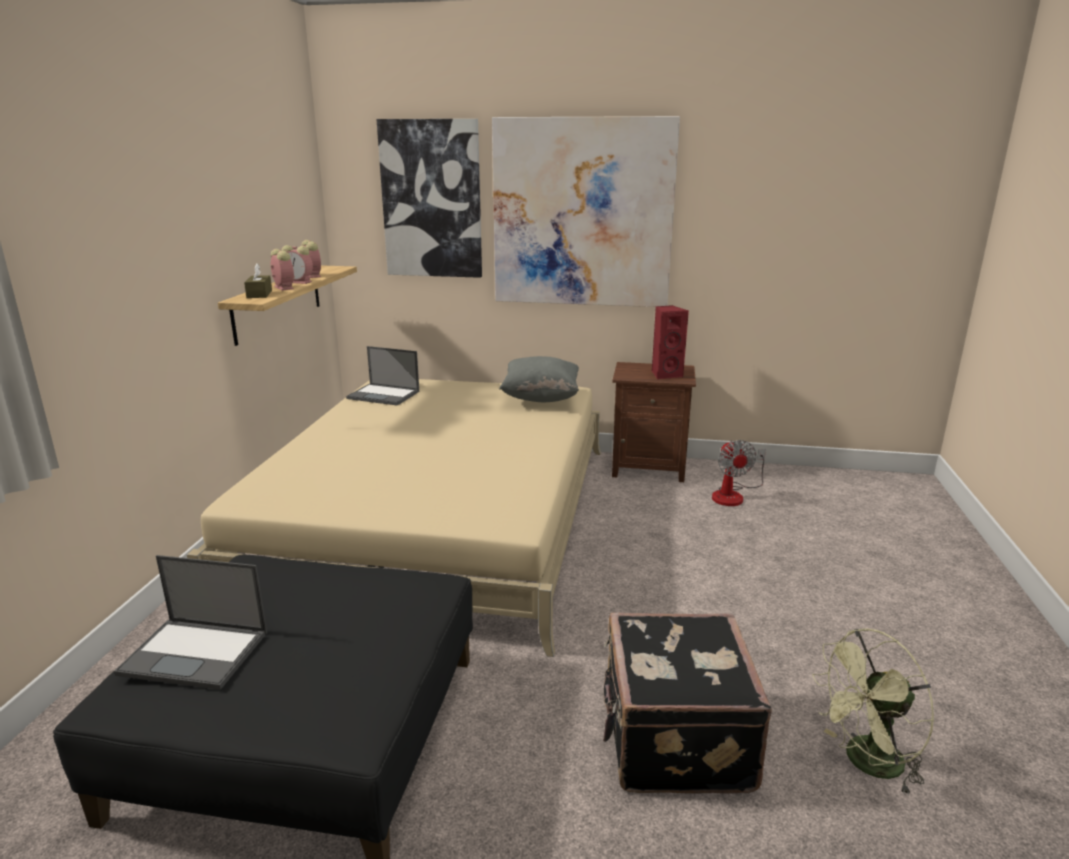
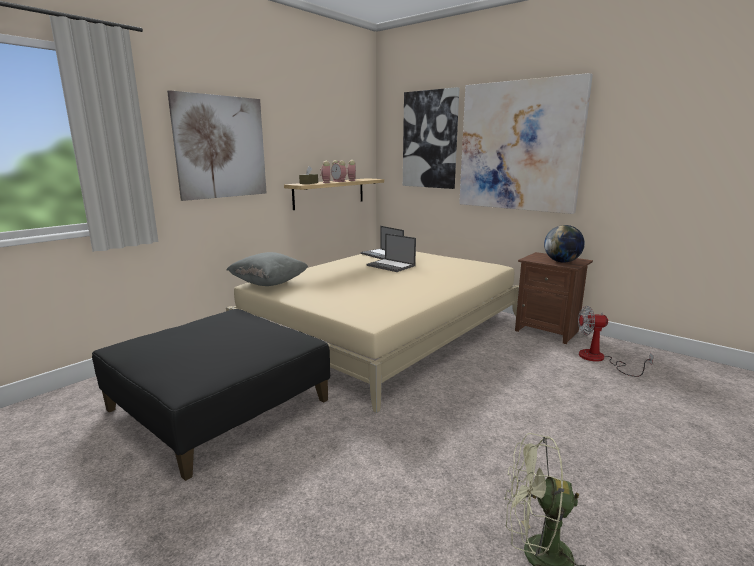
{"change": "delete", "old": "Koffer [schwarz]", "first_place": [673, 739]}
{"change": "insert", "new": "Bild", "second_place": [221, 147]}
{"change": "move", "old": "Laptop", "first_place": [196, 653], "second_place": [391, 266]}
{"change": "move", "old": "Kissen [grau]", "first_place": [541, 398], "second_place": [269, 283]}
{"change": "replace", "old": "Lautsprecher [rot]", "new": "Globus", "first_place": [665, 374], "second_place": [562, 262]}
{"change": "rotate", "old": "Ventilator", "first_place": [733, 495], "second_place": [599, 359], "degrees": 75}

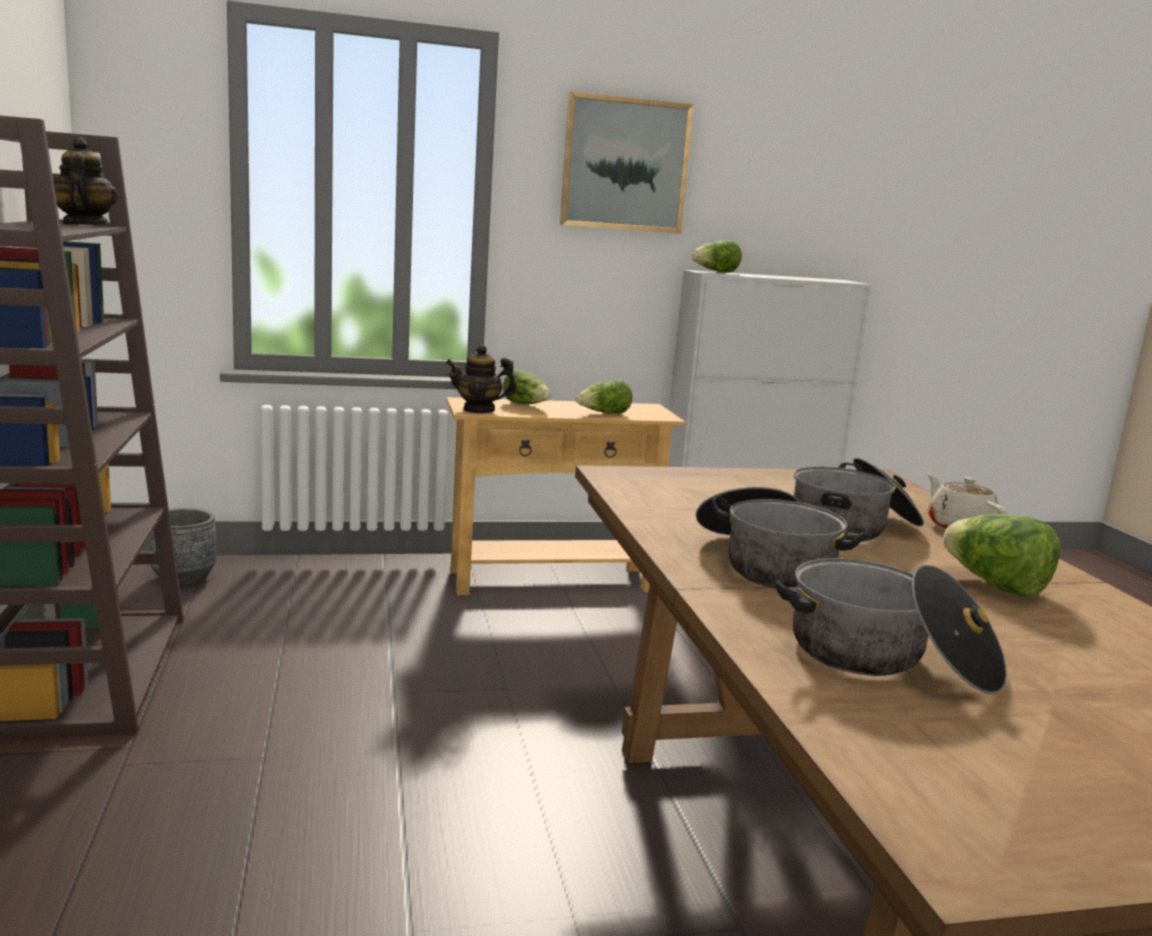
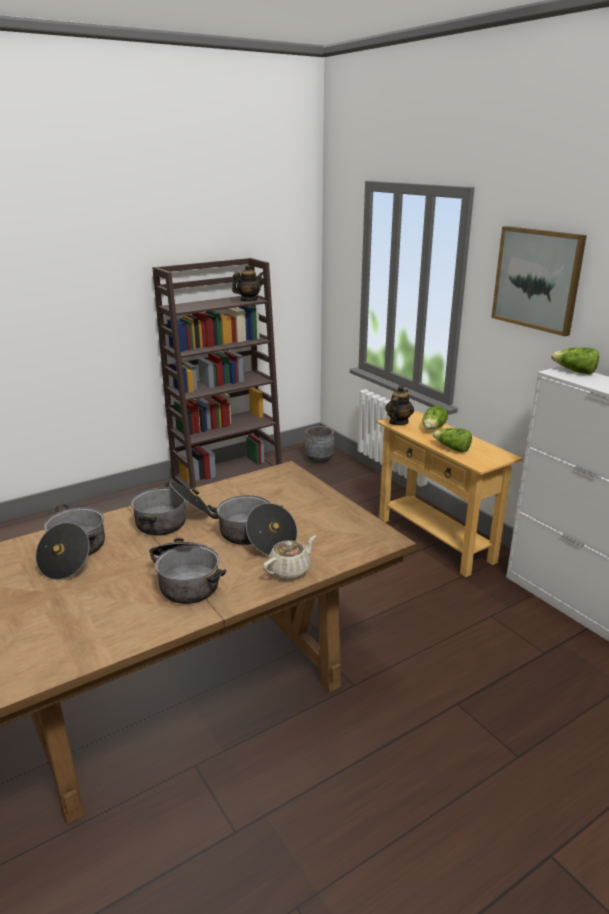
{"change": "replace", "old": "Salatkopf", "new": "Kochtopf", "first_place": [995, 585], "second_place": [186, 581]}
{"change": "rotate", "old": "Teekanne", "first_place": [479, 410], "second_place": [398, 422], "degrees": 45}

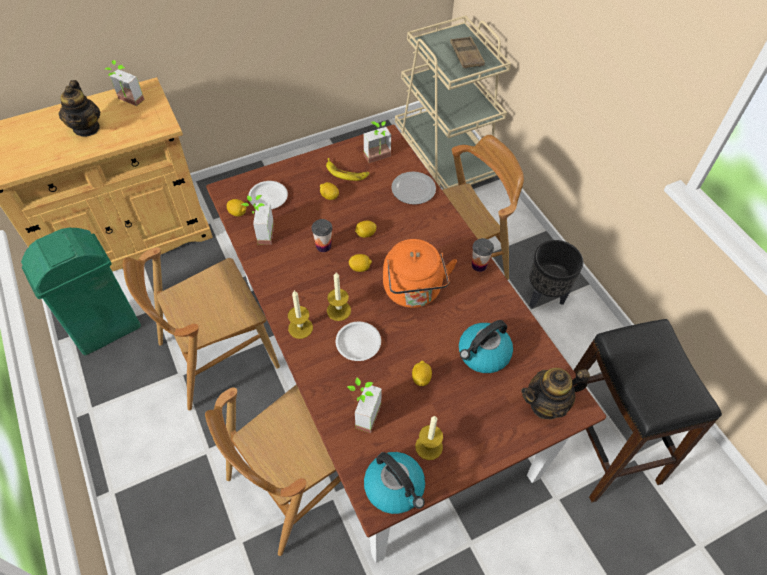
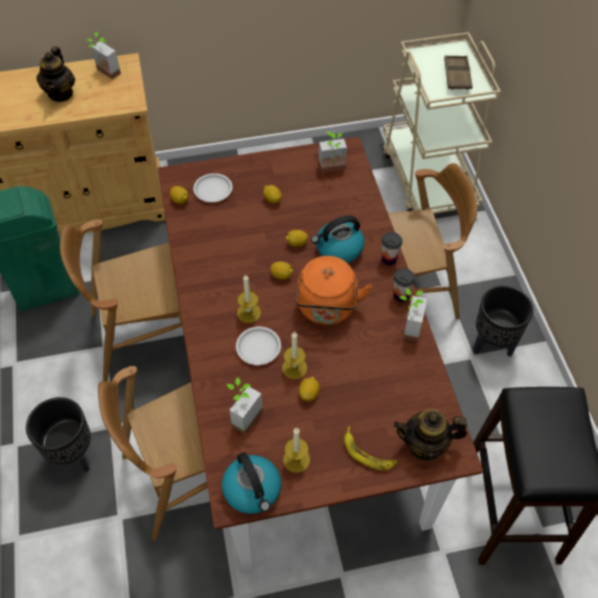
{"change": "delete", "old": "Teller", "first_place": [414, 190]}
{"change": "insert", "new": "Pflanzkübel [schwarz]", "second_place": [73, 455]}
{"change": "move", "old": "Topfpflanze", "first_place": [260, 234], "second_place": [406, 327]}
{"change": "move", "old": "Kerze", "first_place": [300, 328], "second_place": [294, 368]}
{"change": "move", "old": "Tasse", "first_place": [323, 246], "second_place": [389, 259]}
{"change": "move", "old": "Banane", "first_place": [346, 173], "second_place": [368, 453]}
{"change": "move", "old": "Wasserkessel", "first_place": [483, 354], "second_place": [338, 249]}

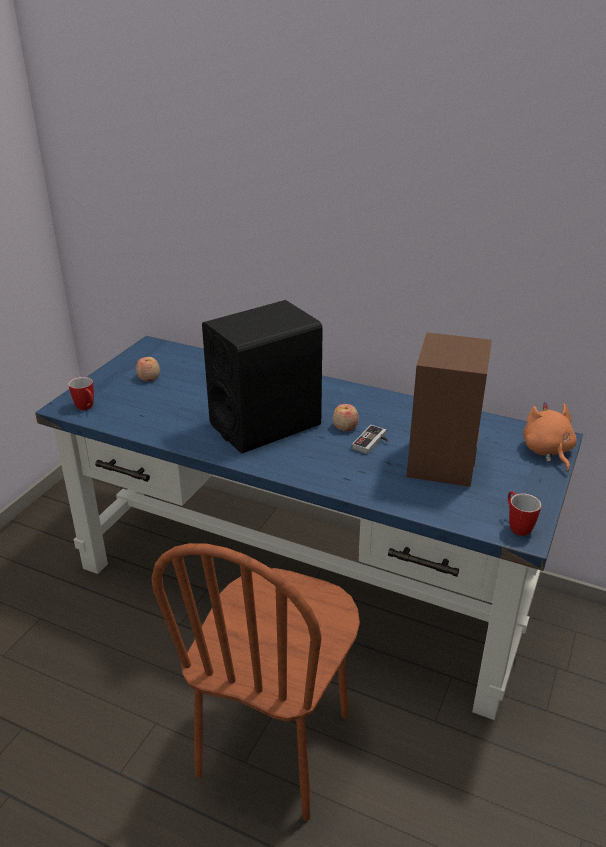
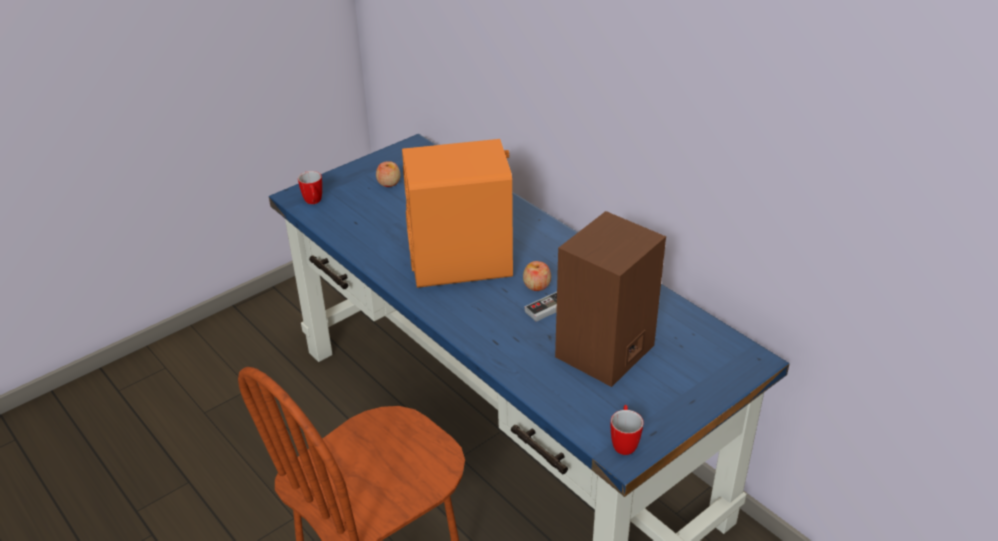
{"change": "delete", "old": "Plüschtier [orange]", "first_place": [547, 451]}
{"change": "recolor", "old": "Lautsprecher [schwarz]", "new": "Lautsprecher [orange]", "first_place": [265, 425], "second_place": [461, 262]}

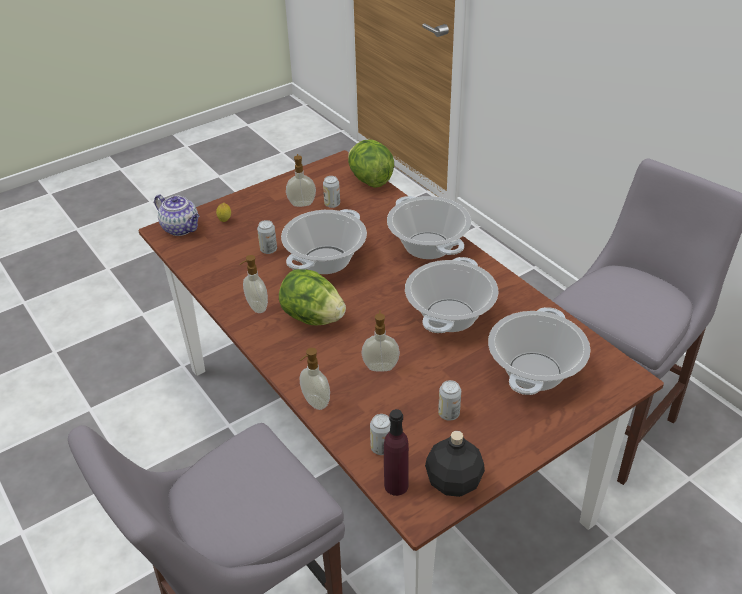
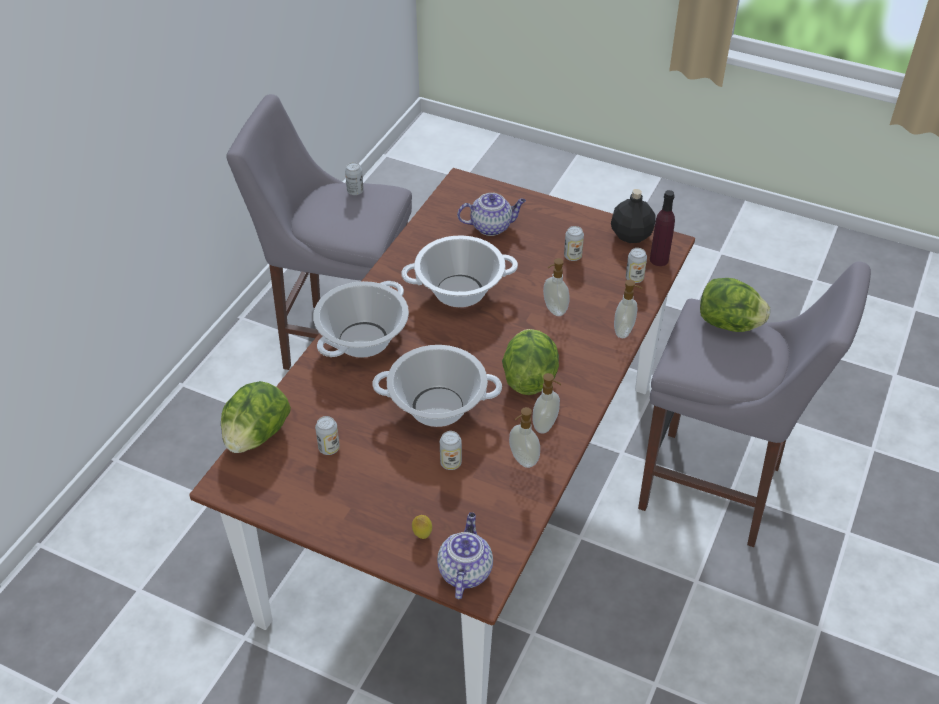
{"change": "insert", "new": "Dose", "second_place": [355, 191]}
{"change": "insert", "new": "Salatkopf", "second_place": [729, 324]}
{"change": "move", "old": "Seifenspender", "first_place": [302, 203], "second_place": [522, 459]}
{"change": "replace", "old": "Kochtopf", "new": "Teekanne", "first_place": [535, 372], "second_place": [492, 226]}

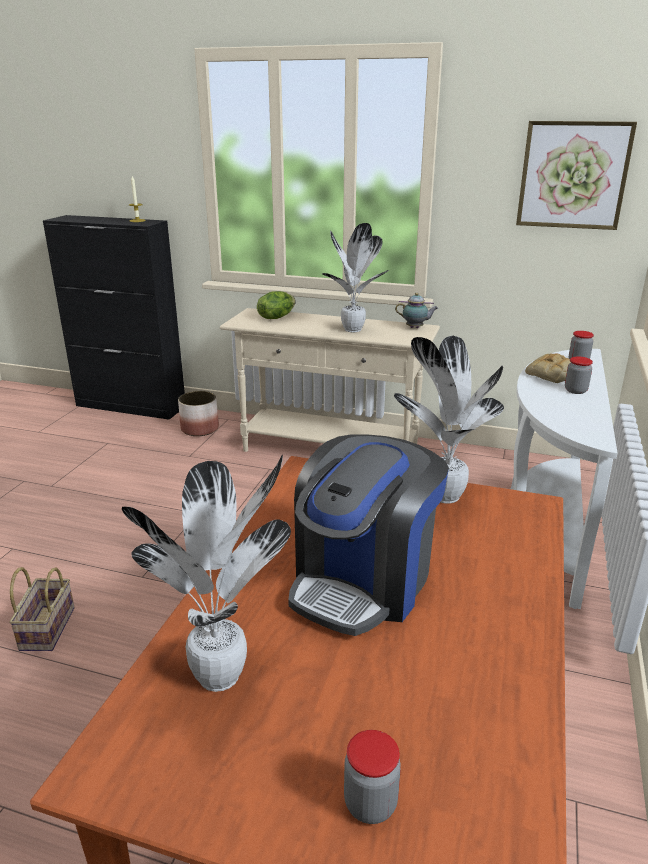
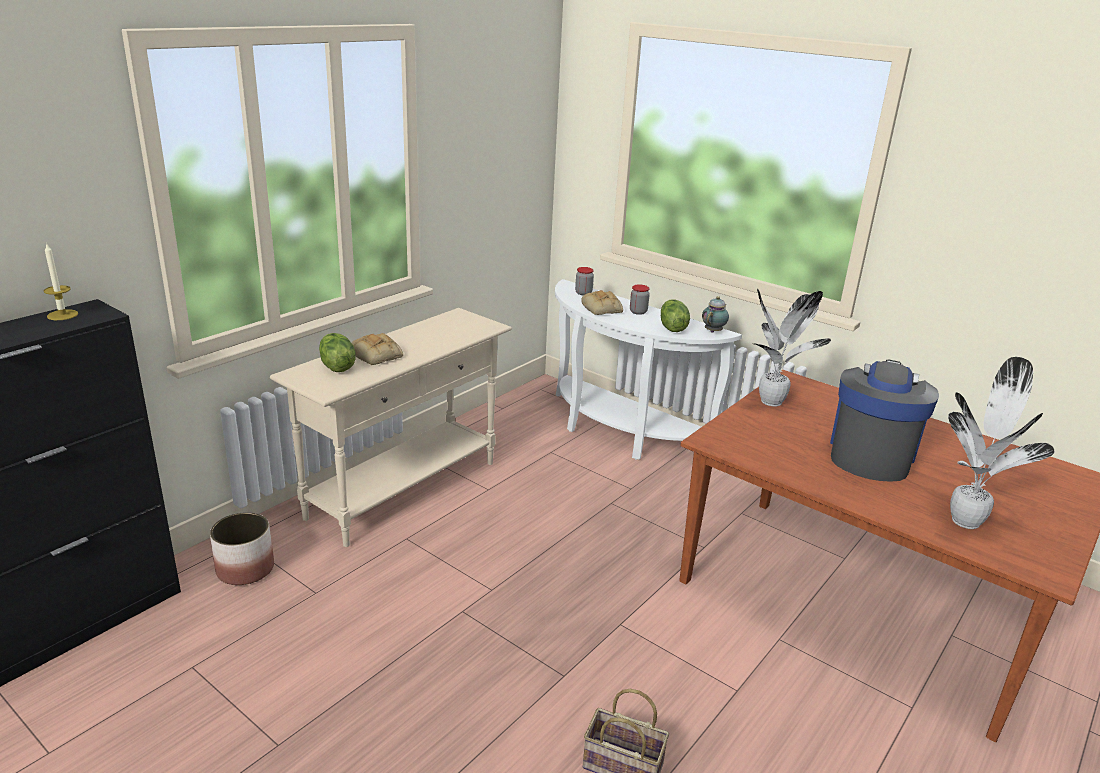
{"change": "delete", "old": "Topfpflanze", "first_place": [353, 330]}
{"change": "delete", "old": "Vorratsglas", "first_place": [370, 803]}
{"change": "delete", "old": "Bild", "first_place": [573, 175]}
{"change": "insert", "new": "Brot", "second_place": [377, 355]}
{"change": "insert", "new": "Salatkopf", "second_place": [672, 328]}
{"change": "move", "old": "Teekanne", "first_place": [415, 328], "second_place": [714, 331]}
{"change": "rotate", "old": "Kaffeemaschine", "first_place": [363, 581], "second_place": [870, 454], "degrees": -120}

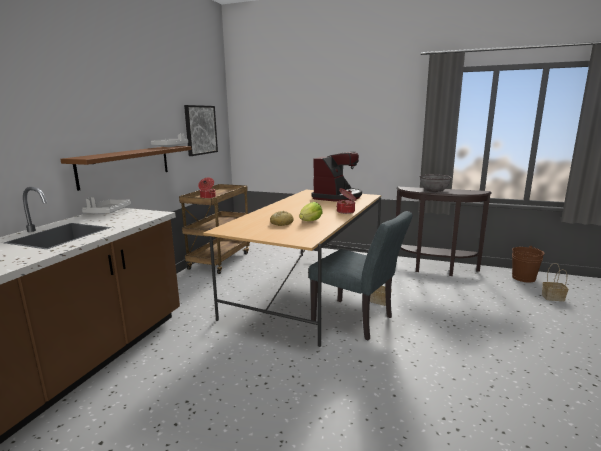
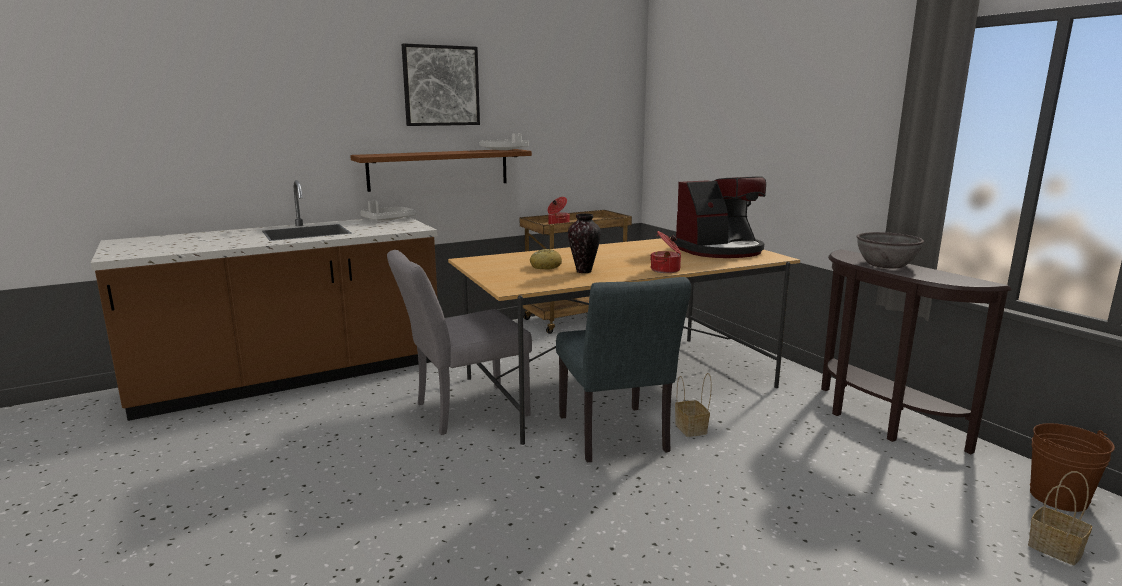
{"change": "insert", "new": "Stuhl [grau]", "second_place": [463, 411]}
{"change": "move", "old": "Bild", "first_place": [200, 130], "second_place": [441, 86]}
{"change": "replace", "old": "Salatkopf", "new": "Vase", "first_place": [310, 221], "second_place": [584, 271]}

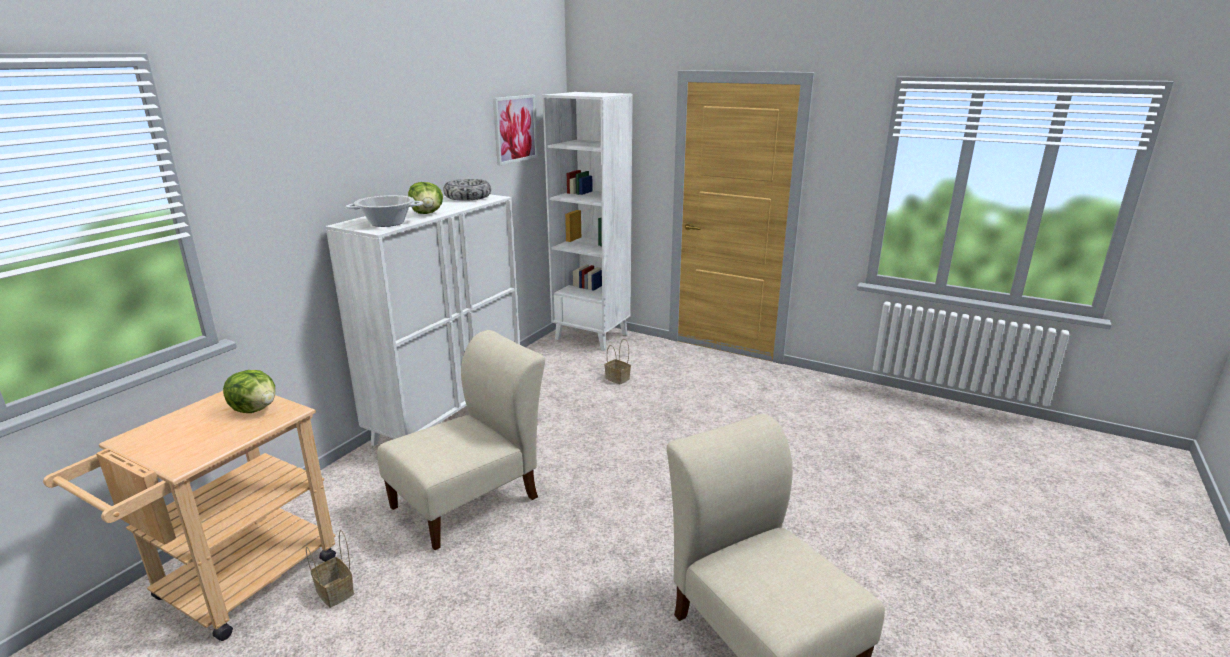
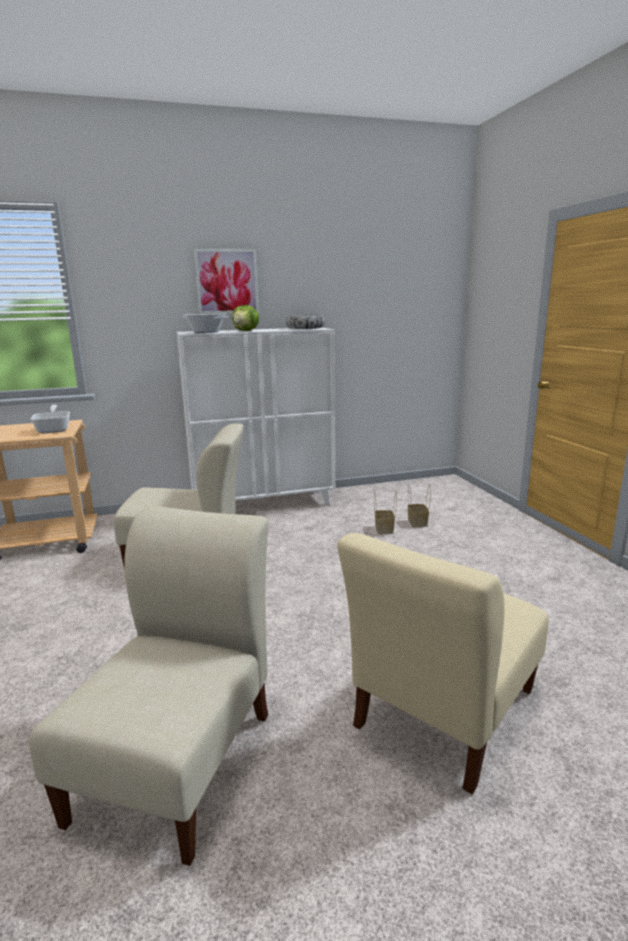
{"change": "delete", "old": "Bücherregal [weiß]", "first_place": [592, 336]}
{"change": "insert", "new": "Stuhl [beige]", "second_place": [442, 714]}
{"change": "move", "old": "Korb", "first_place": [336, 592], "second_place": [384, 530]}
{"change": "move", "old": "Bild", "first_place": [515, 129], "second_place": [227, 282]}
{"change": "replace", "old": "Salatkopf", "new": "Pfanne", "first_place": [255, 409], "second_place": [54, 429]}

